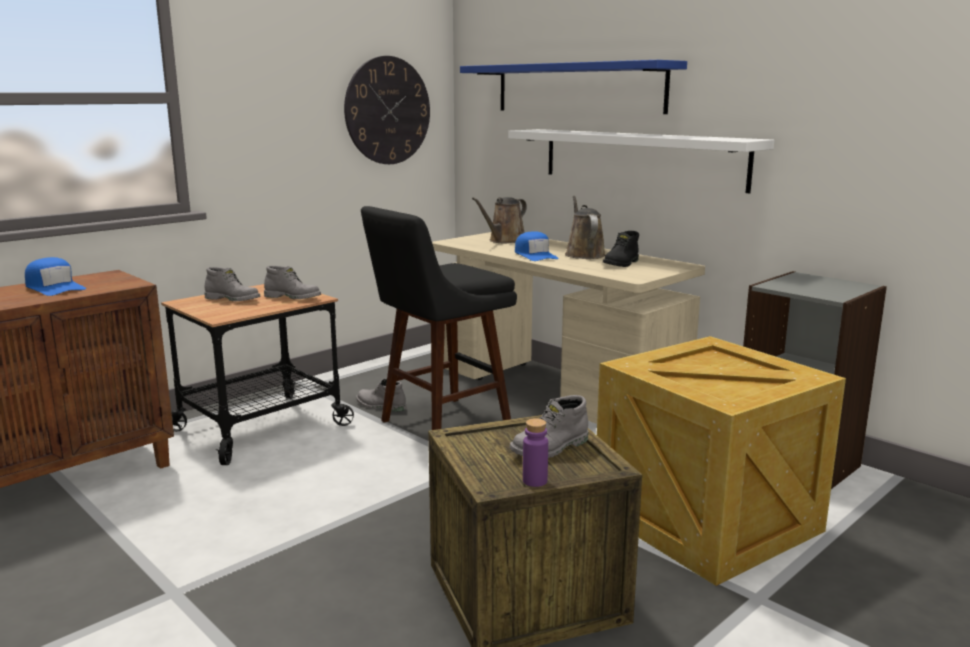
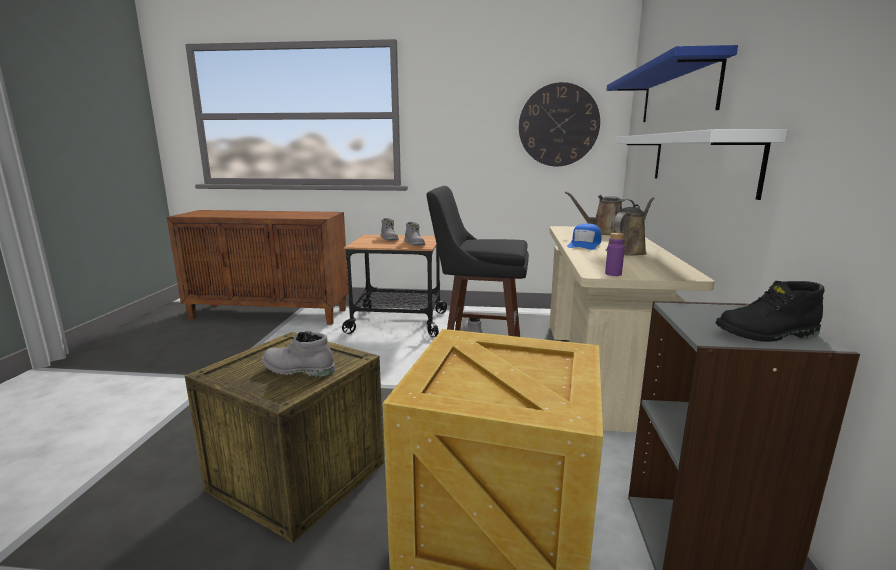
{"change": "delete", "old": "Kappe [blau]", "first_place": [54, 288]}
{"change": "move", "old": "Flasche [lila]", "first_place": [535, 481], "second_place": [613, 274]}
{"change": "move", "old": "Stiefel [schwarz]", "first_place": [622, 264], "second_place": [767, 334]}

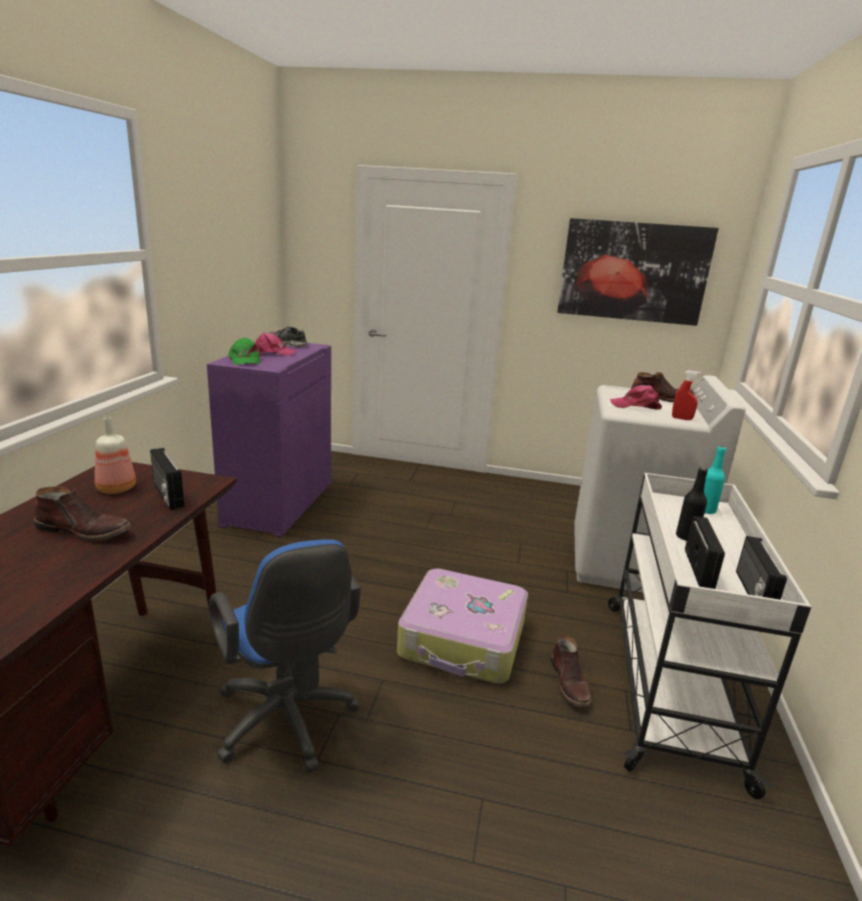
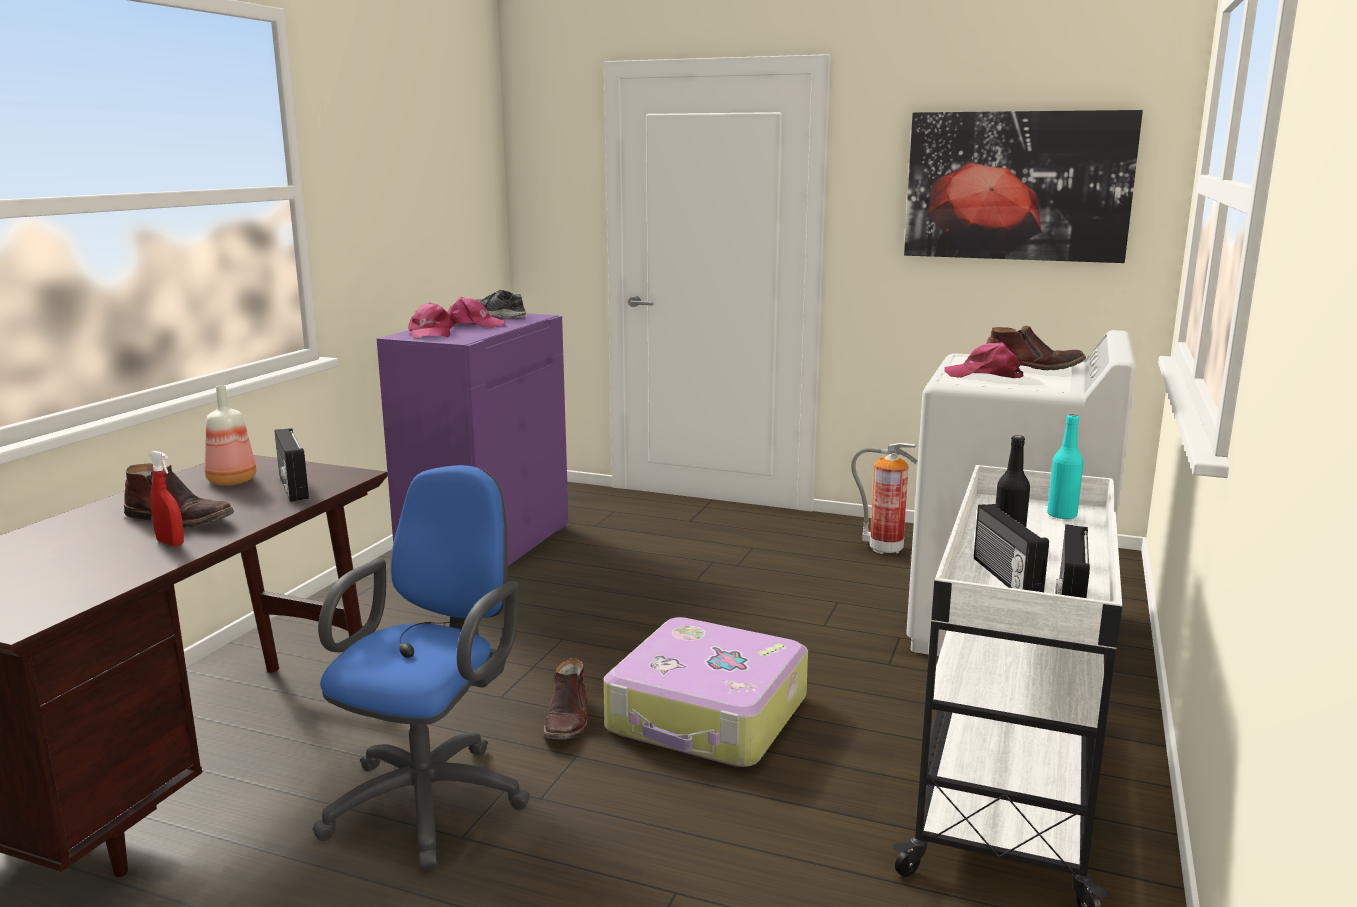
{"change": "insert", "new": "Feuerlöscher", "second_place": [883, 549]}
{"change": "move", "old": "Stiefel [braun]", "first_place": [570, 683], "second_place": [568, 720]}
{"change": "move", "old": "Sprühflasche [rot]", "first_place": [681, 419], "second_place": [170, 543]}
{"change": "recolor", "old": "Kappe [grün]", "new": "Kappe [rosa]", "first_place": [245, 360], "second_place": [430, 333]}
{"change": "rotate", "old": "Bürostuhl [blau]", "first_place": [288, 723], "second_place": [433, 797], "degrees": -135}
{"change": "rotate", "old": "Radio", "first_place": [700, 569], "second_place": [1004, 577], "degrees": 150}

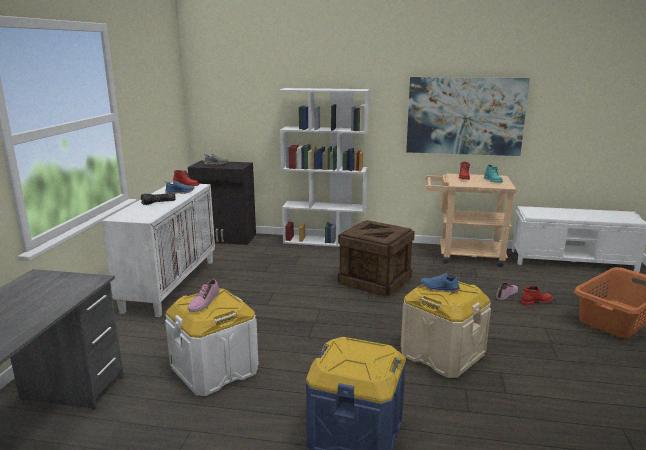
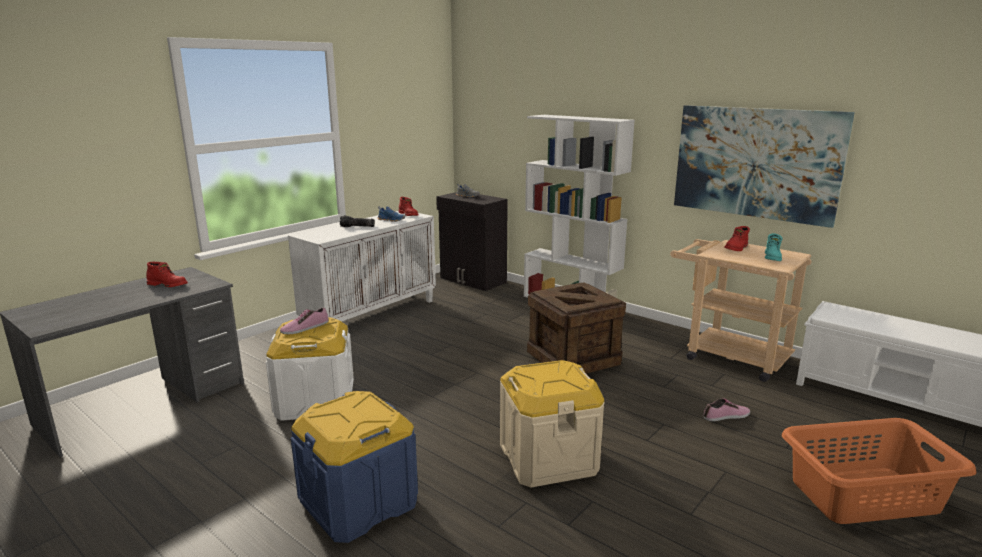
{"change": "delete", "old": "Schuh [blau]", "first_place": [439, 289]}
{"change": "move", "old": "Stiefel [rot]", "first_place": [536, 302], "second_place": [168, 285]}

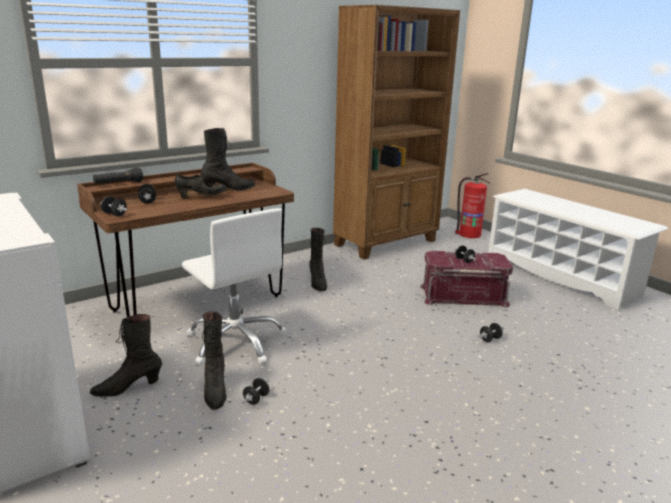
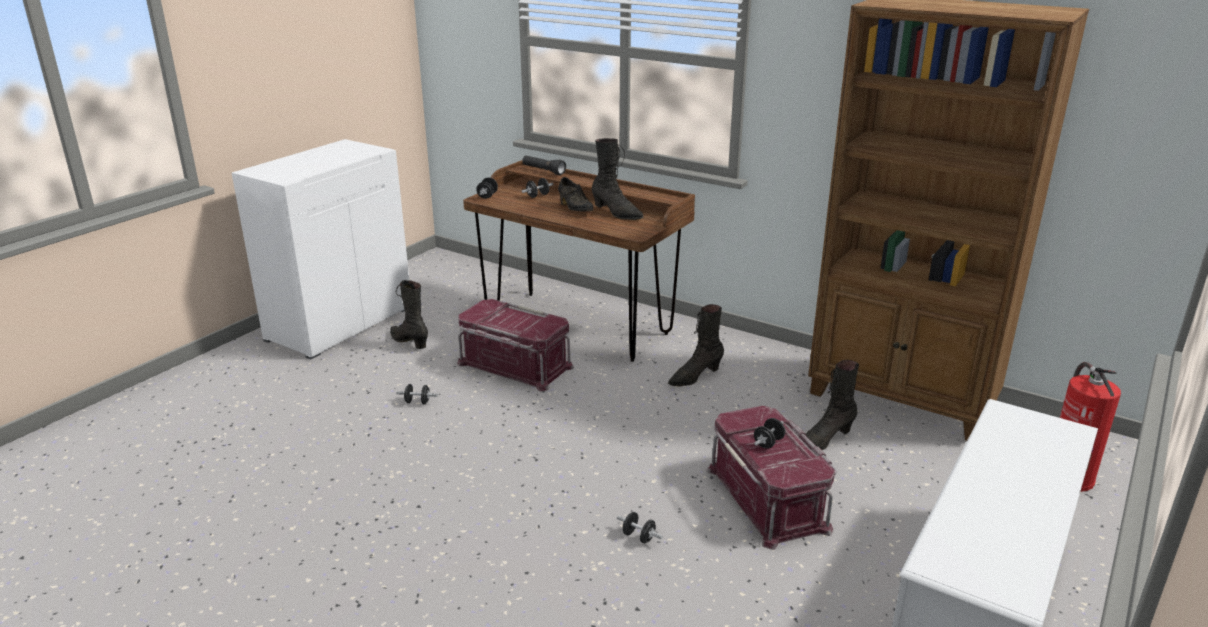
{"change": "move", "old": "Stiefel [schwarz]", "first_place": [215, 391], "second_place": [824, 440]}
{"change": "replace", "old": "Bürostuhl [weiß]", "new": "Aufbewahrungsbox [rot]", "first_place": [236, 341], "second_place": [514, 365]}

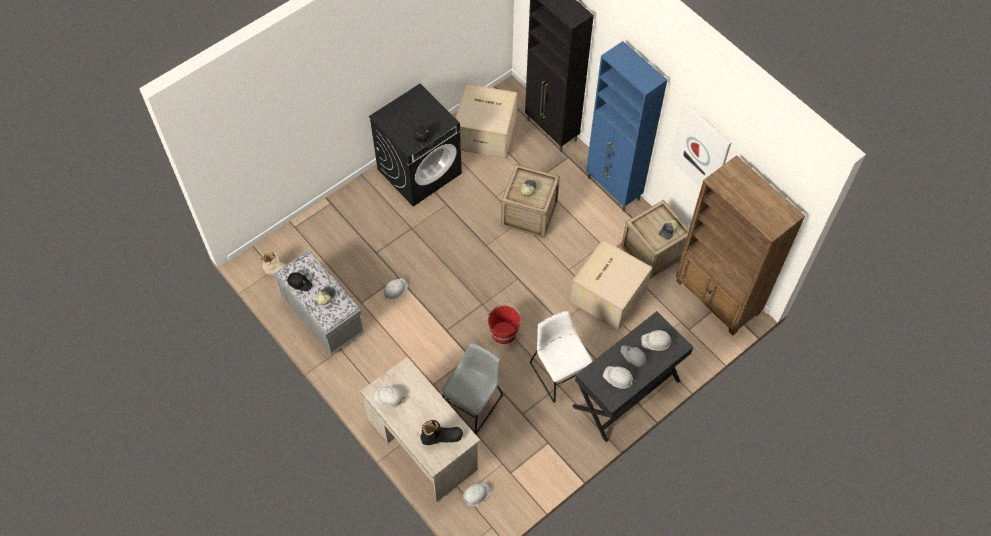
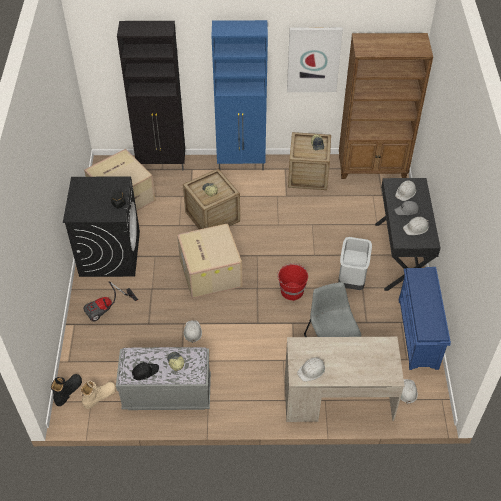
{"change": "insert", "new": "Staubsauger", "second_place": [107, 309]}
{"change": "insert", "new": "Schuhregal [blau]", "second_place": [418, 334]}
{"change": "move", "old": "Stiefel [schwarz]", "first_place": [441, 437], "second_place": [68, 391]}
{"change": "move", "old": "Karton", "first_place": [608, 293], "second_place": [209, 272]}
{"change": "replace", "old": "Stuhl [weiß]", "new": "Mülleimer [grau]", "first_place": [559, 371], "second_place": [351, 280]}

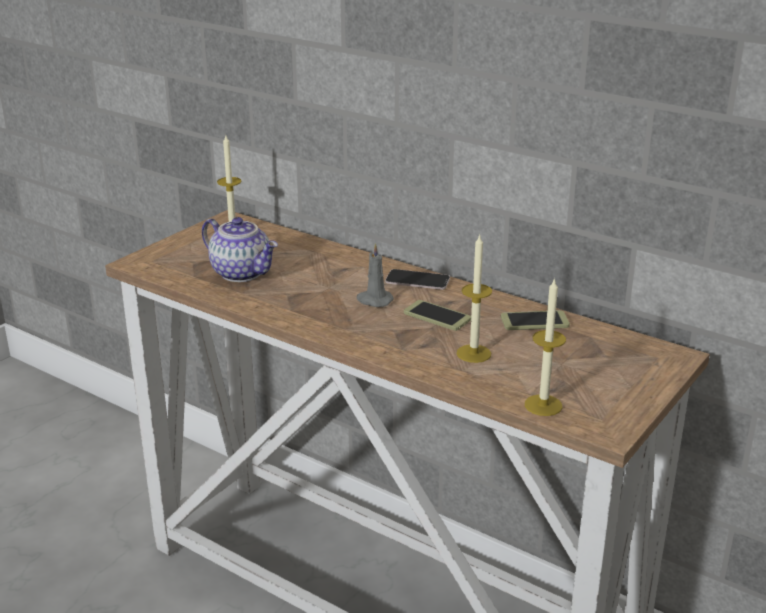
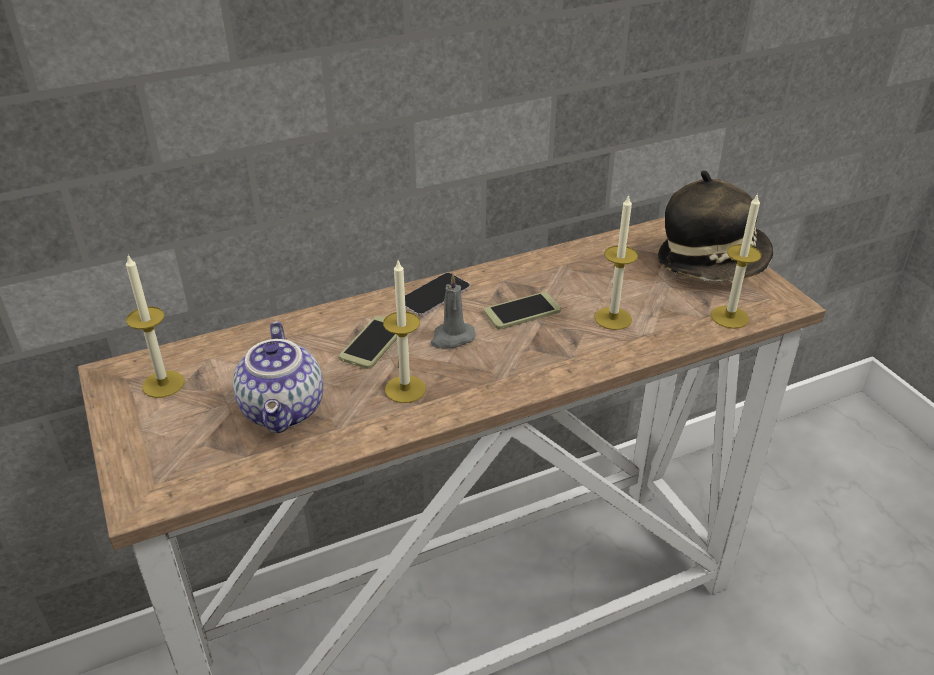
{"change": "insert", "new": "Kerze", "second_place": [405, 389]}
{"change": "insert", "new": "Hut", "second_place": [712, 263]}
{"change": "move", "old": "Handy", "first_place": [534, 321], "second_place": [373, 343]}
{"change": "rotate", "old": "Teekanne", "first_place": [243, 273], "second_place": [285, 410], "degrees": 105}

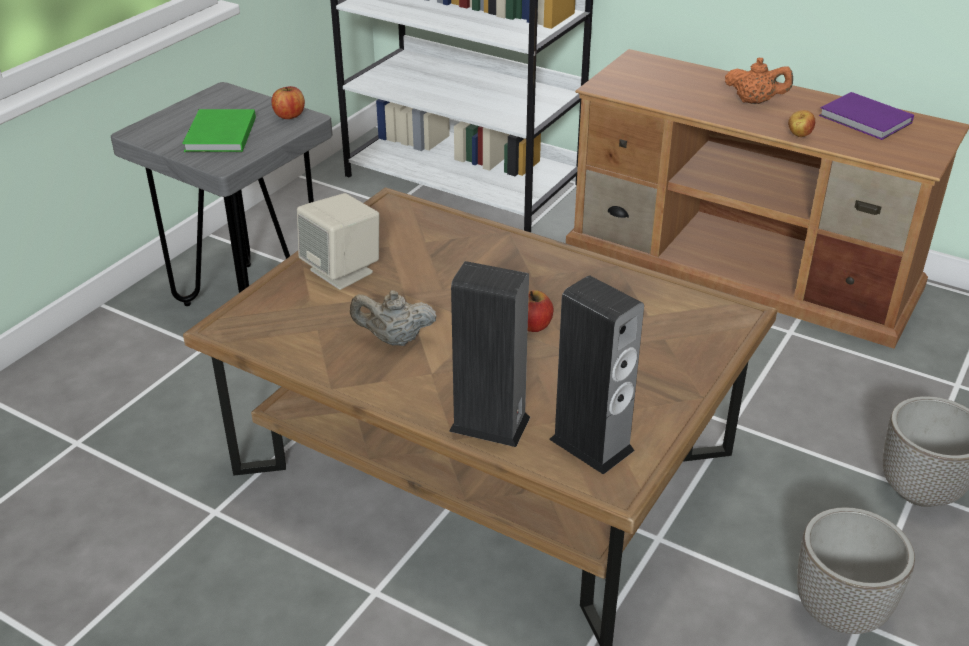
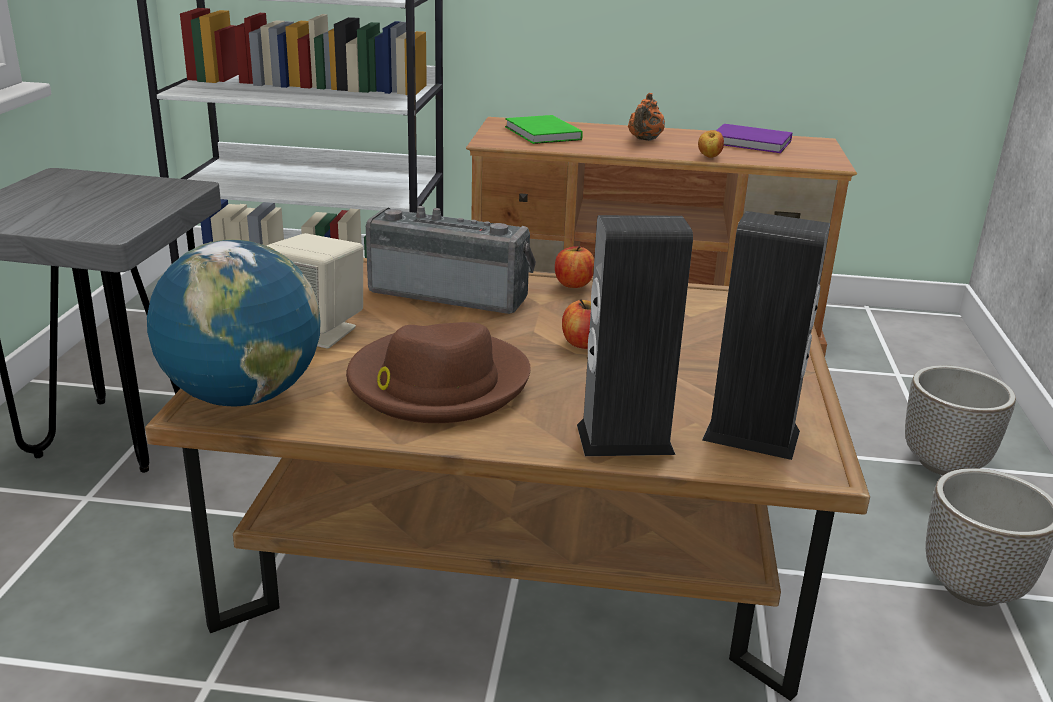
{"change": "insert", "new": "Globus", "second_place": [243, 397]}
{"change": "insert", "new": "Radio", "second_place": [451, 293]}
{"change": "move", "old": "Buch [grün]", "first_place": [219, 135], "second_place": [542, 134]}
{"change": "move", "old": "Apfel", "first_place": [289, 115], "second_place": [573, 284]}
{"change": "replace", "old": "Teekanne [beige]", "new": "Hut [braun]", "first_place": [394, 339], "second_place": [437, 383]}
{"change": "rotate", "old": "Teekanne [orange]", "first_place": [755, 102], "second_place": [644, 140], "degrees": 120}

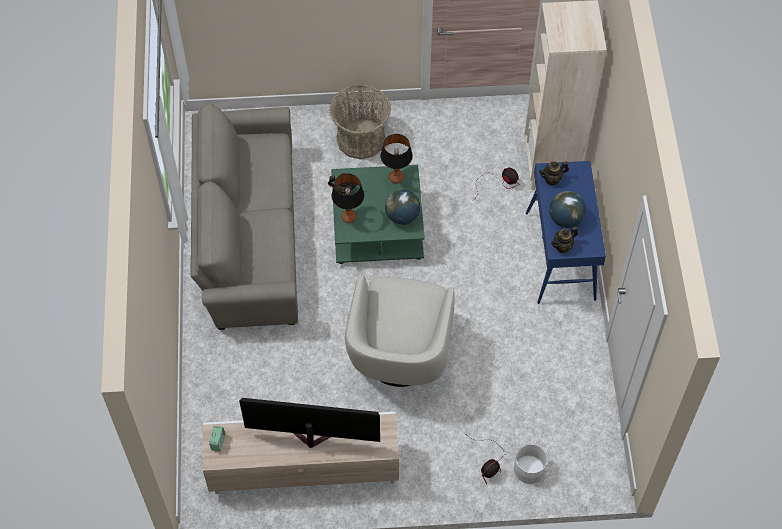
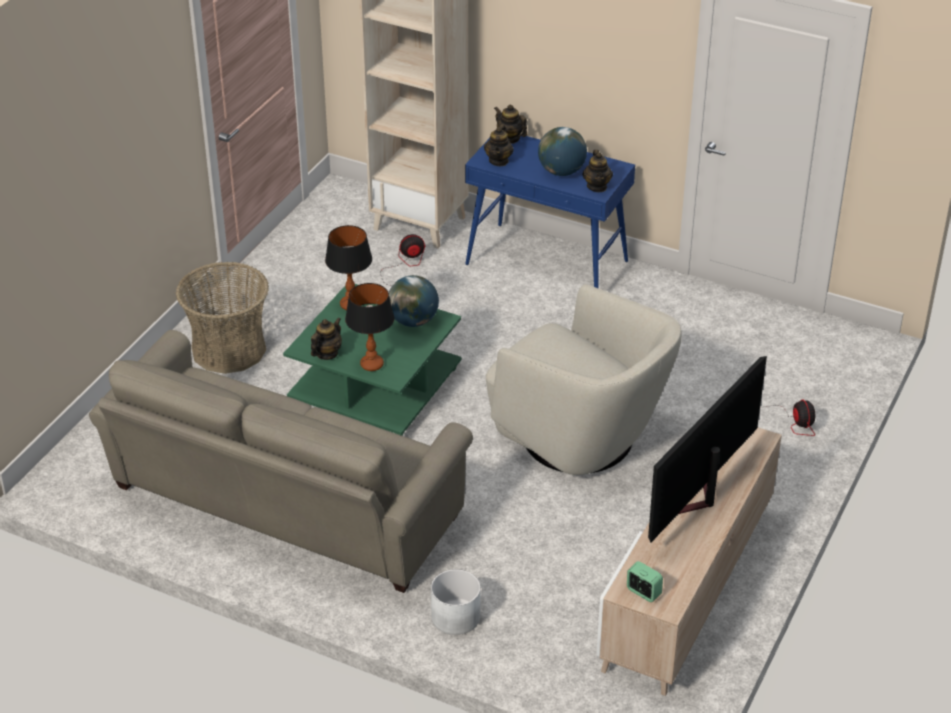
{"change": "insert", "new": "Teekanne", "second_place": [510, 139]}
{"change": "move", "old": "Pflanzkübel [weiß]", "first_place": [529, 469], "second_place": [455, 617]}

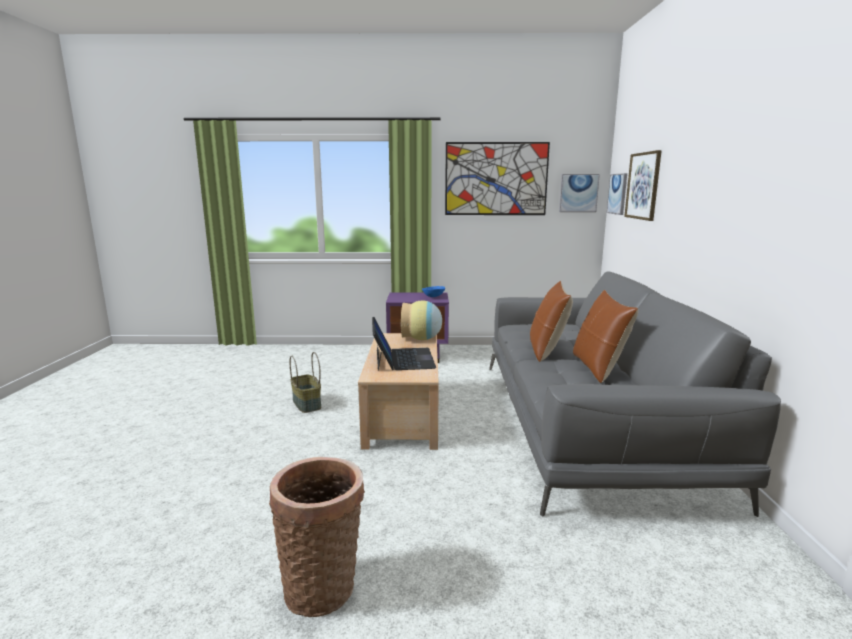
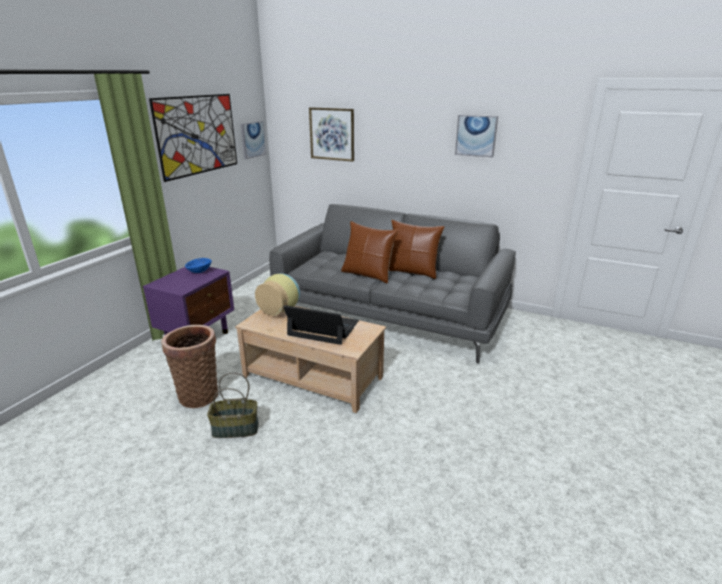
{"change": "move", "old": "Korb", "first_place": [323, 586], "second_place": [198, 394]}
{"change": "move", "old": "Bild", "first_place": [617, 194], "second_place": [476, 135]}

